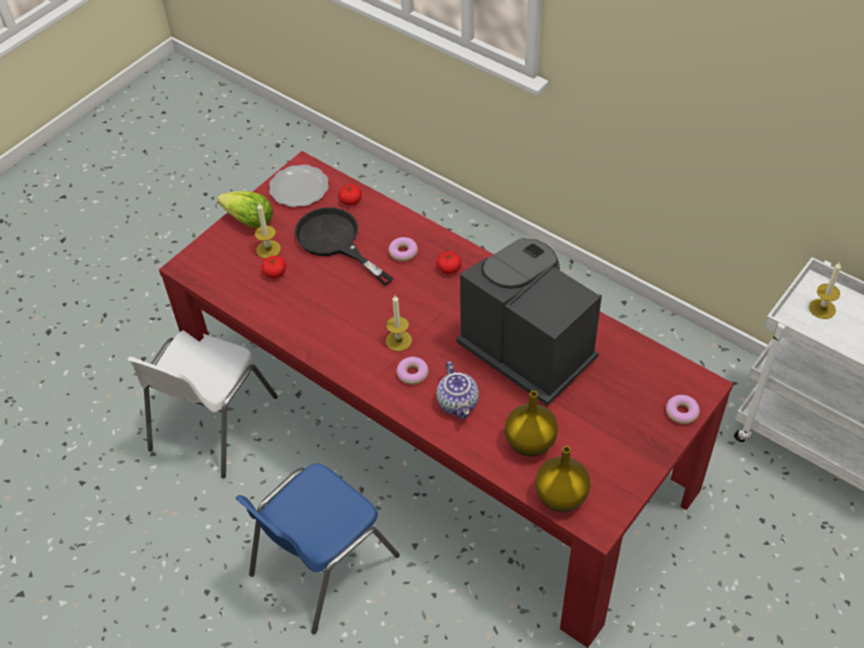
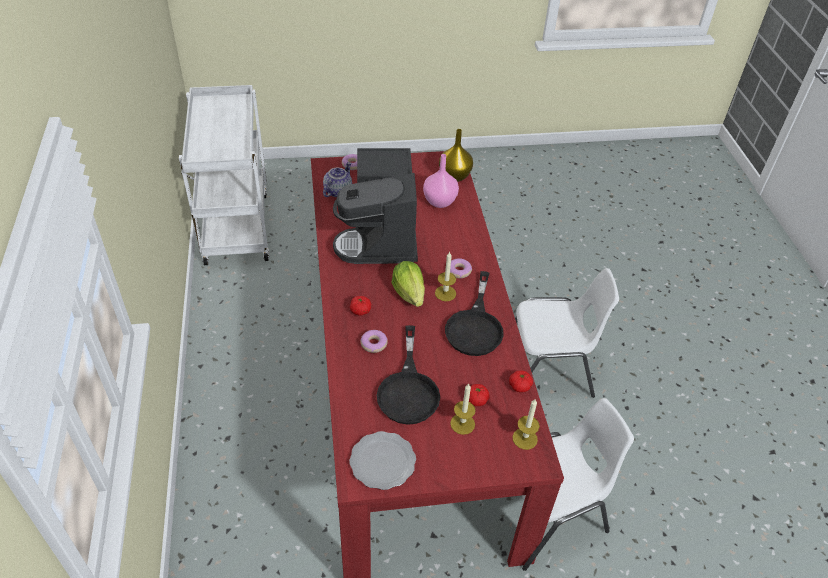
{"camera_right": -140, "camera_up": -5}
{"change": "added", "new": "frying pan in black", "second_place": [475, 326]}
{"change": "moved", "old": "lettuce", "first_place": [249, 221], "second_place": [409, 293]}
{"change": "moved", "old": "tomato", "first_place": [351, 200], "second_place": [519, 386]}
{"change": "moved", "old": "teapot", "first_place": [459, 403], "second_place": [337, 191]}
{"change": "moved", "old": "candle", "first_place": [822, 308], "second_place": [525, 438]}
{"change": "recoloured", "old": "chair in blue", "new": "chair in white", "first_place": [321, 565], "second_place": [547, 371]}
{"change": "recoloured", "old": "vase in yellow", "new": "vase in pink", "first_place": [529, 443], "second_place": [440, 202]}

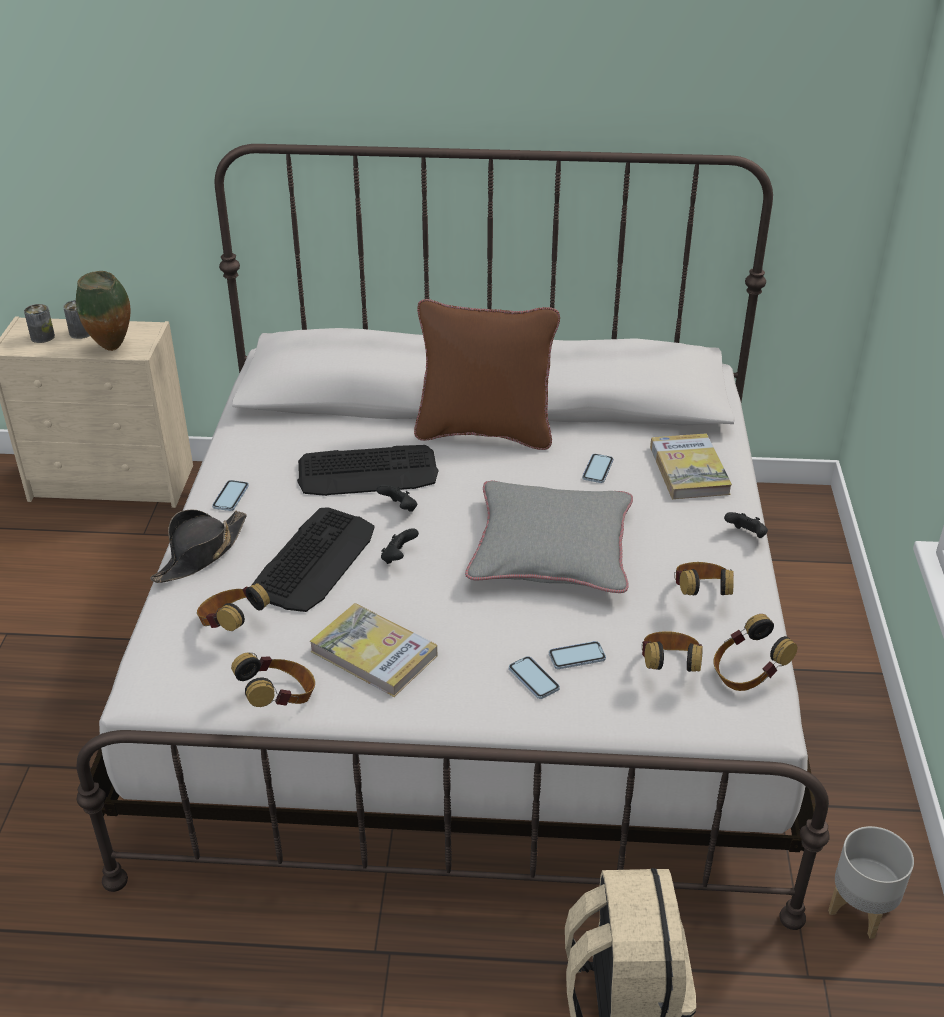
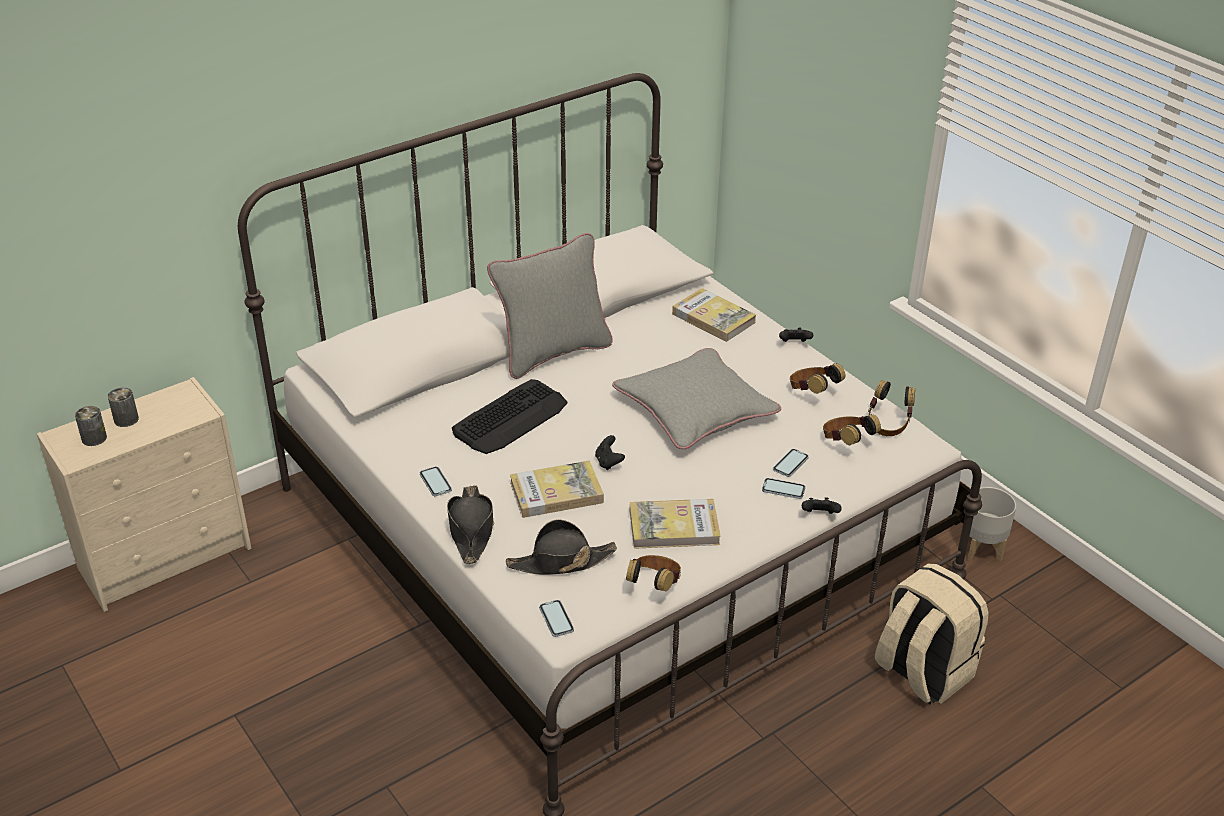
{"camera_right": -40, "camera_up": 0}
{"change": "removed", "old": "vase", "first_place": [112, 349]}
{"change": "moved", "old": "game controller in black", "first_place": [399, 508], "second_place": [819, 515]}
{"change": "moved", "old": "phone", "first_place": [597, 469], "second_place": [556, 619]}
{"change": "replaced", "old": "headphones", "new": "hat in black", "first_place": [232, 625], "second_place": [561, 561]}
{"change": "replaced", "old": "keyboard", "new": "book", "first_place": [315, 560], "second_place": [556, 493]}
{"change": "recoloured", "old": "pillow in brown", "new": "pillow in grey", "first_place": [484, 432], "second_place": [552, 352]}

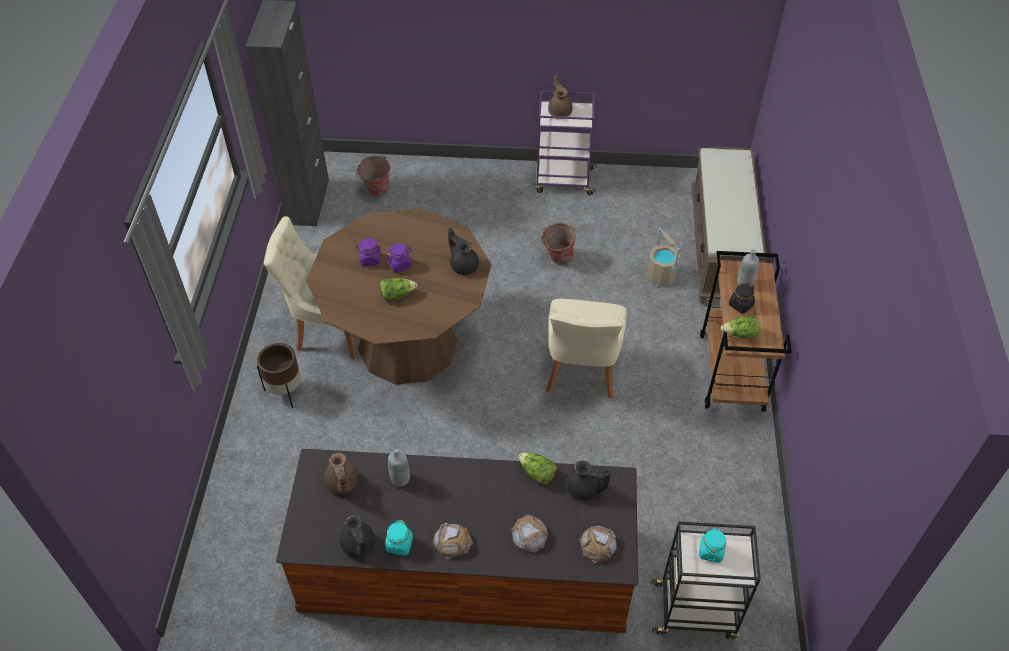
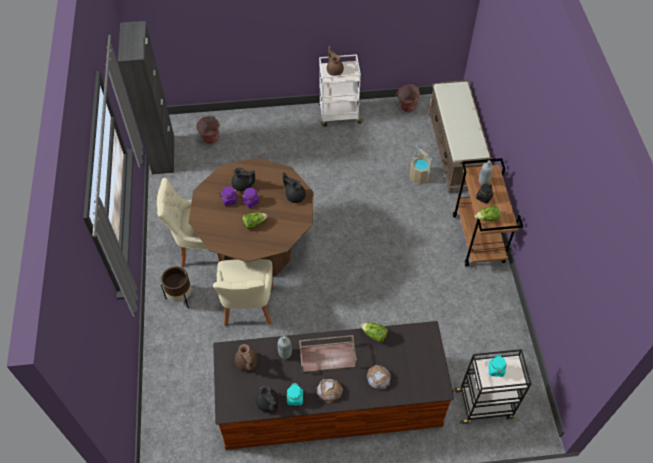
{"camera_right": -10, "camera_up": 5}
{"change": "removed", "old": "bread", "first_place": [598, 546]}
{"change": "added", "new": "tray in brown", "second_place": [328, 356]}
{"change": "moved", "old": "bucket", "first_place": [557, 259], "second_place": [406, 109]}
{"change": "moved", "old": "chair in beige", "first_place": [581, 373], "second_place": [248, 307]}
{"change": "moved", "old": "teapot in black", "first_place": [584, 489], "second_place": [243, 186]}
{"change": "recoloured", "old": "cart in purple", "new": "cart in white", "first_place": [563, 180], "second_place": [339, 115]}

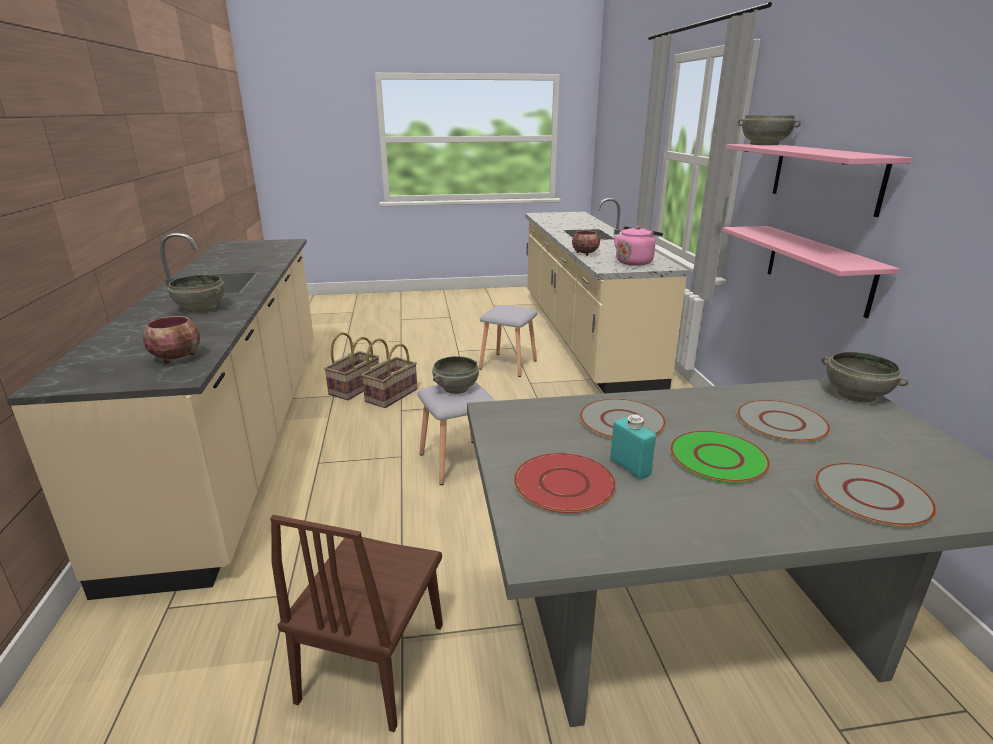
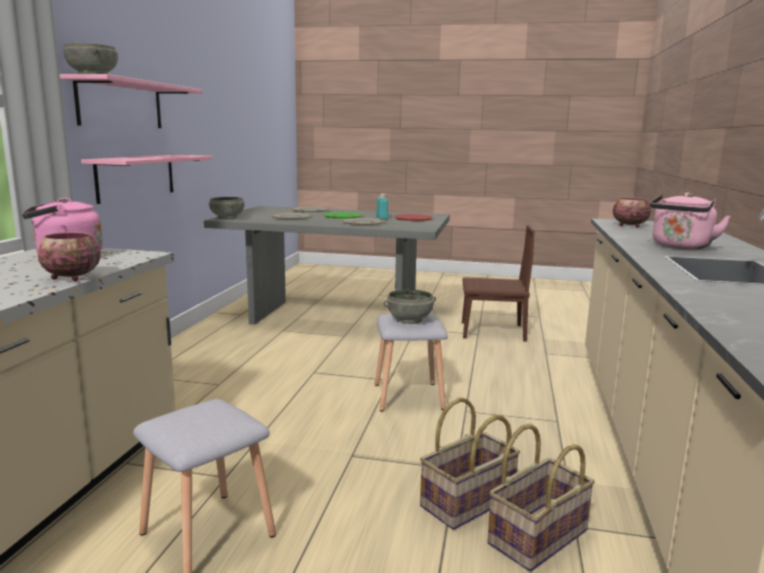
{"camera_right": -160, "camera_up": -10}
{"change": "replaced", "old": "bowl in grey", "new": "kettle in pink", "first_place": [202, 308], "second_place": [680, 247]}
{"change": "turned", "old": "chair in brown", "first_place": [373, 661], "second_place": [492, 331], "degrees": 60}

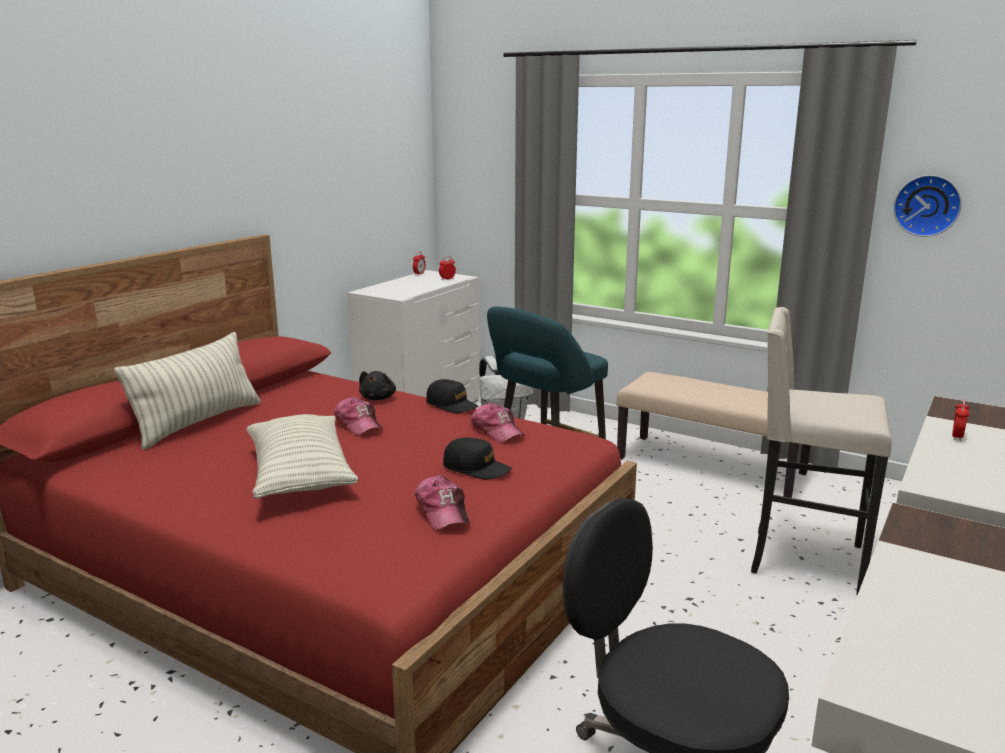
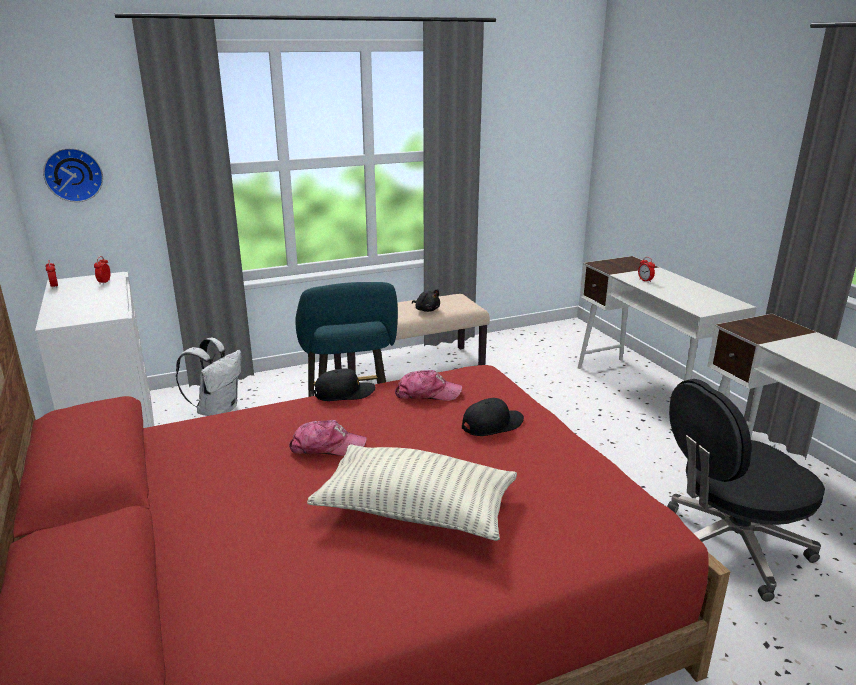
{"camera_right": -55, "camera_up": 5}
{"change": "removed", "old": "pillow", "first_place": [198, 423]}
{"change": "removed", "old": "cap", "first_place": [443, 511]}
{"change": "removed", "old": "stool in beige", "first_place": [803, 560]}
{"change": "moved", "old": "plush toy in black", "first_place": [378, 398], "second_place": [426, 310]}
{"change": "moved", "old": "wall clock", "first_place": [927, 205], "second_place": [73, 174]}

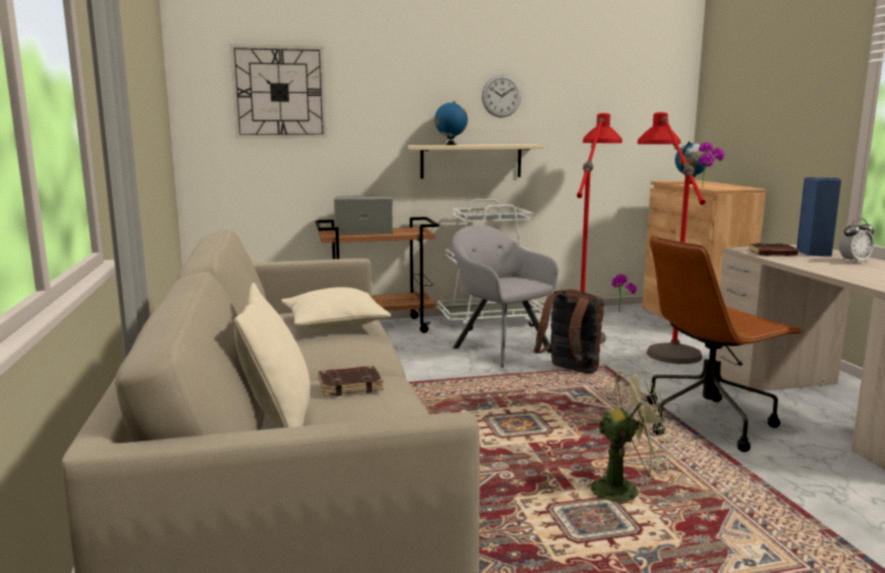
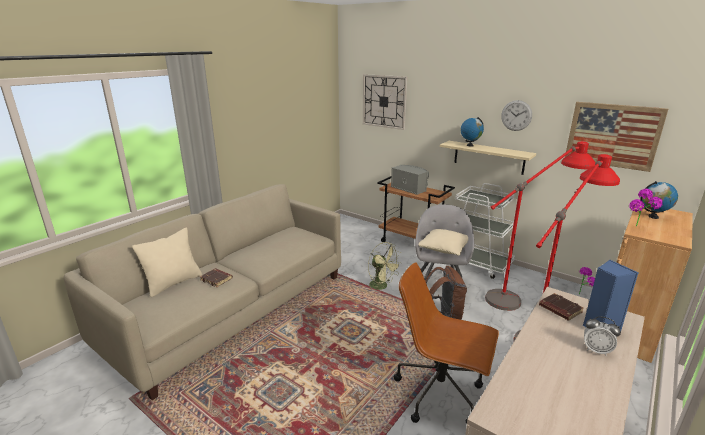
{"camera_right": 50, "camera_up": 10}
{"change": "added", "new": "picture", "second_place": [612, 135]}
{"change": "moved", "old": "pillow in beige", "first_place": [334, 324], "second_place": [444, 248]}
{"change": "moved", "old": "fan in green", "first_place": [624, 490], "second_place": [382, 286]}

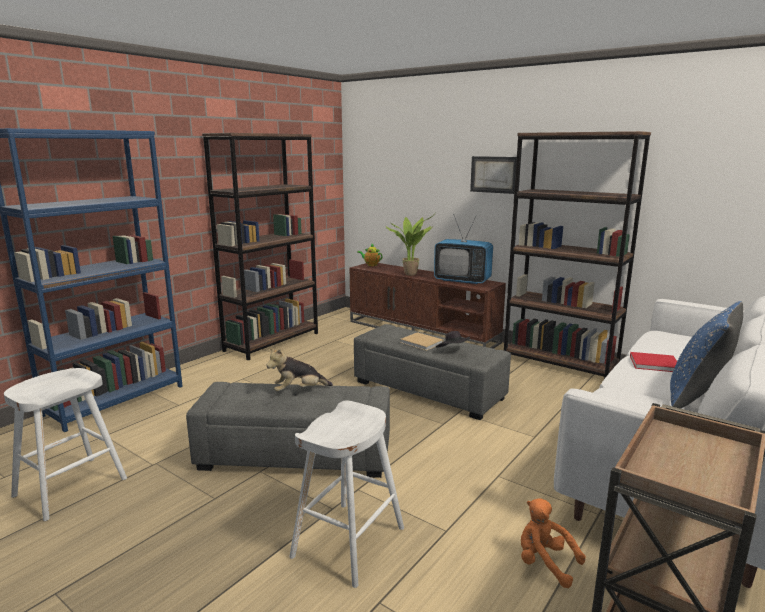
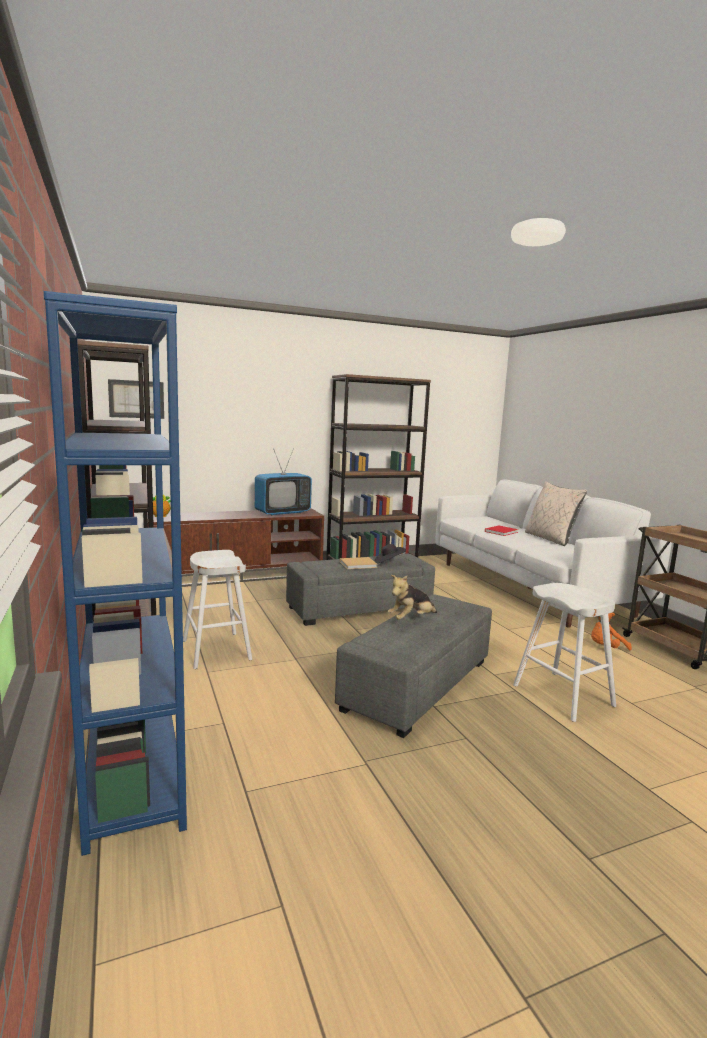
{"camera_right": -60, "camera_up": -5}
{"change": "removed", "old": "potted plant", "first_place": [411, 274]}
{"change": "moved", "old": "stool in white", "first_place": [70, 488], "second_place": [216, 650]}
{"change": "moved", "old": "picture", "first_place": [493, 174], "second_place": [136, 399]}
{"change": "recoloured", "old": "pillow in blue", "new": "pillow in beige", "first_place": [697, 396], "second_place": [550, 539]}
{"change": "turned", "old": "plush toy", "first_place": [298, 391], "second_place": [411, 619], "degrees": 45}

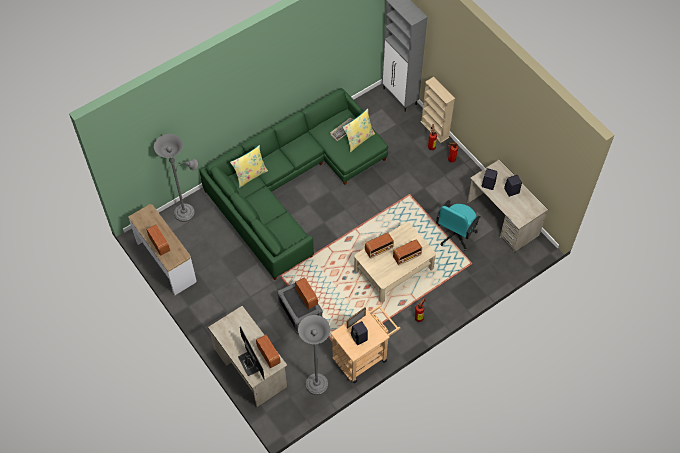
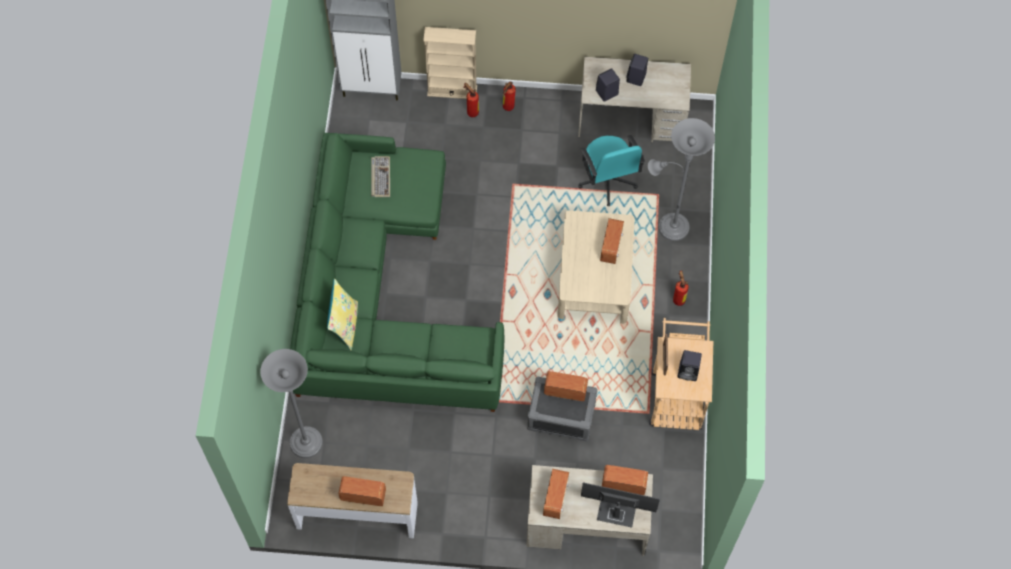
{"camera_right": -50, "camera_up": 5}
{"change": "removed", "old": "pillow in yellow", "first_place": [358, 139]}
{"change": "moved", "old": "floor lamp in grey", "first_place": [315, 381], "second_place": [669, 226]}
{"change": "moved", "old": "radio", "first_place": [379, 249], "second_place": [555, 498]}

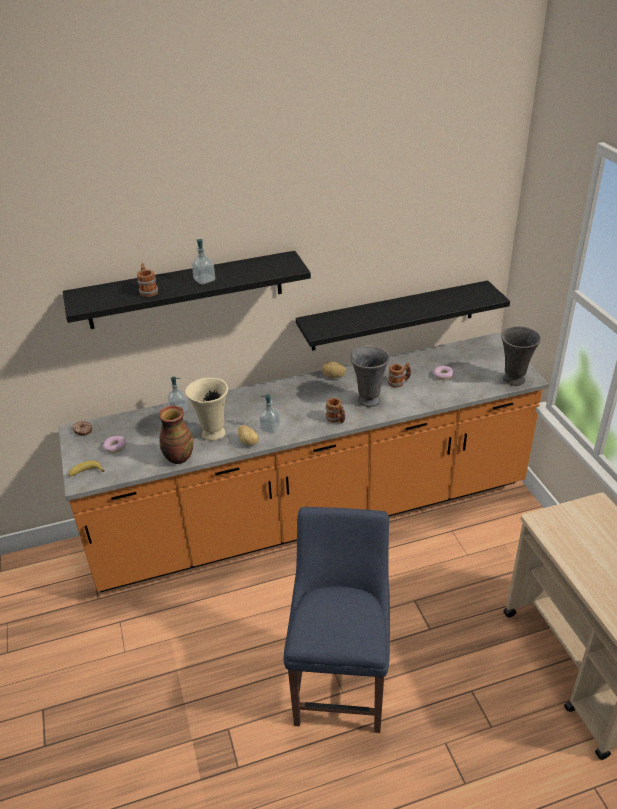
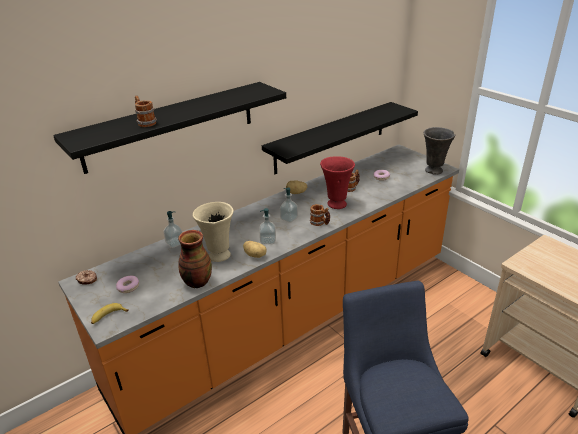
{"camera_right": -20, "camera_up": -5}
{"change": "moved", "old": "soap dispenser", "first_place": [204, 280], "second_place": [289, 218]}
{"change": "recoloured", "old": "vase in grey", "new": "vase in red", "first_place": [368, 400], "second_place": [336, 204]}

